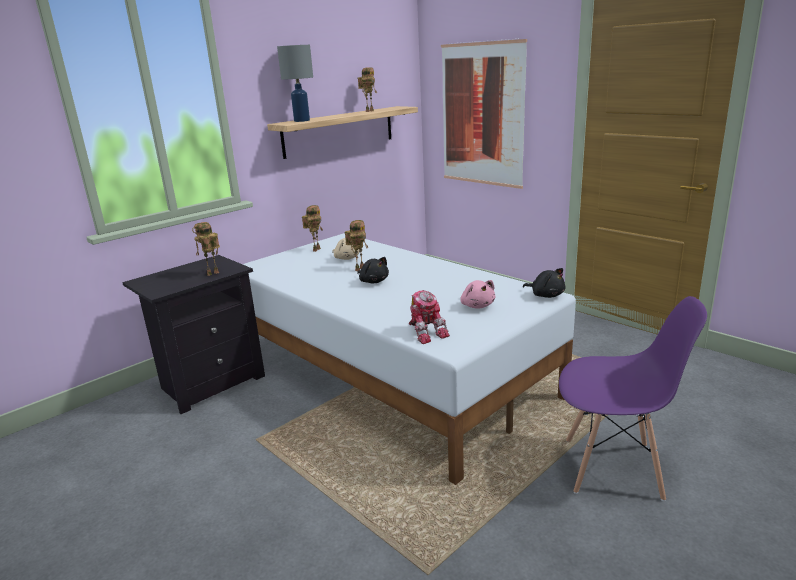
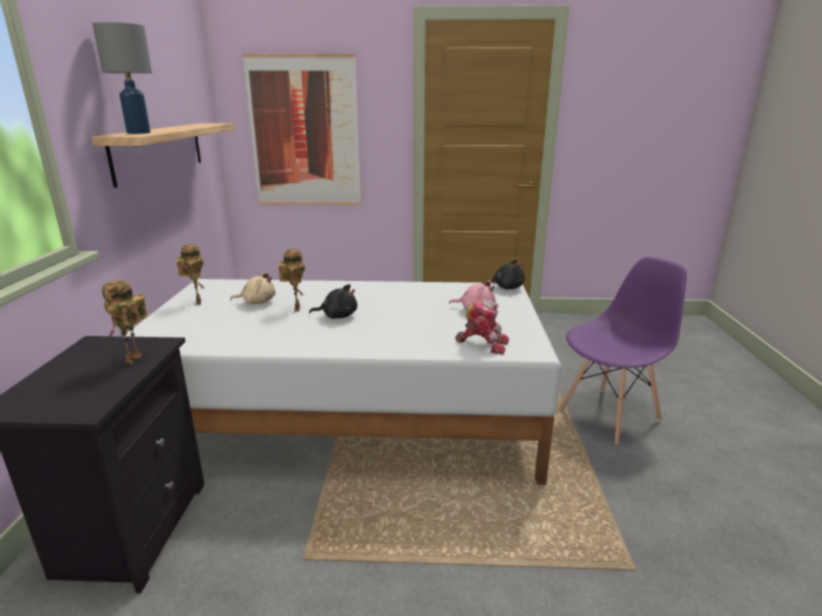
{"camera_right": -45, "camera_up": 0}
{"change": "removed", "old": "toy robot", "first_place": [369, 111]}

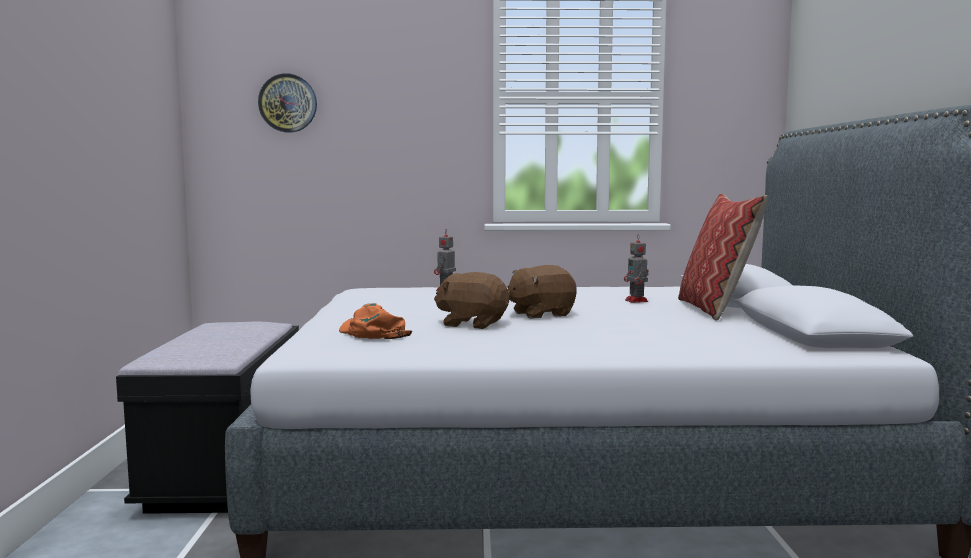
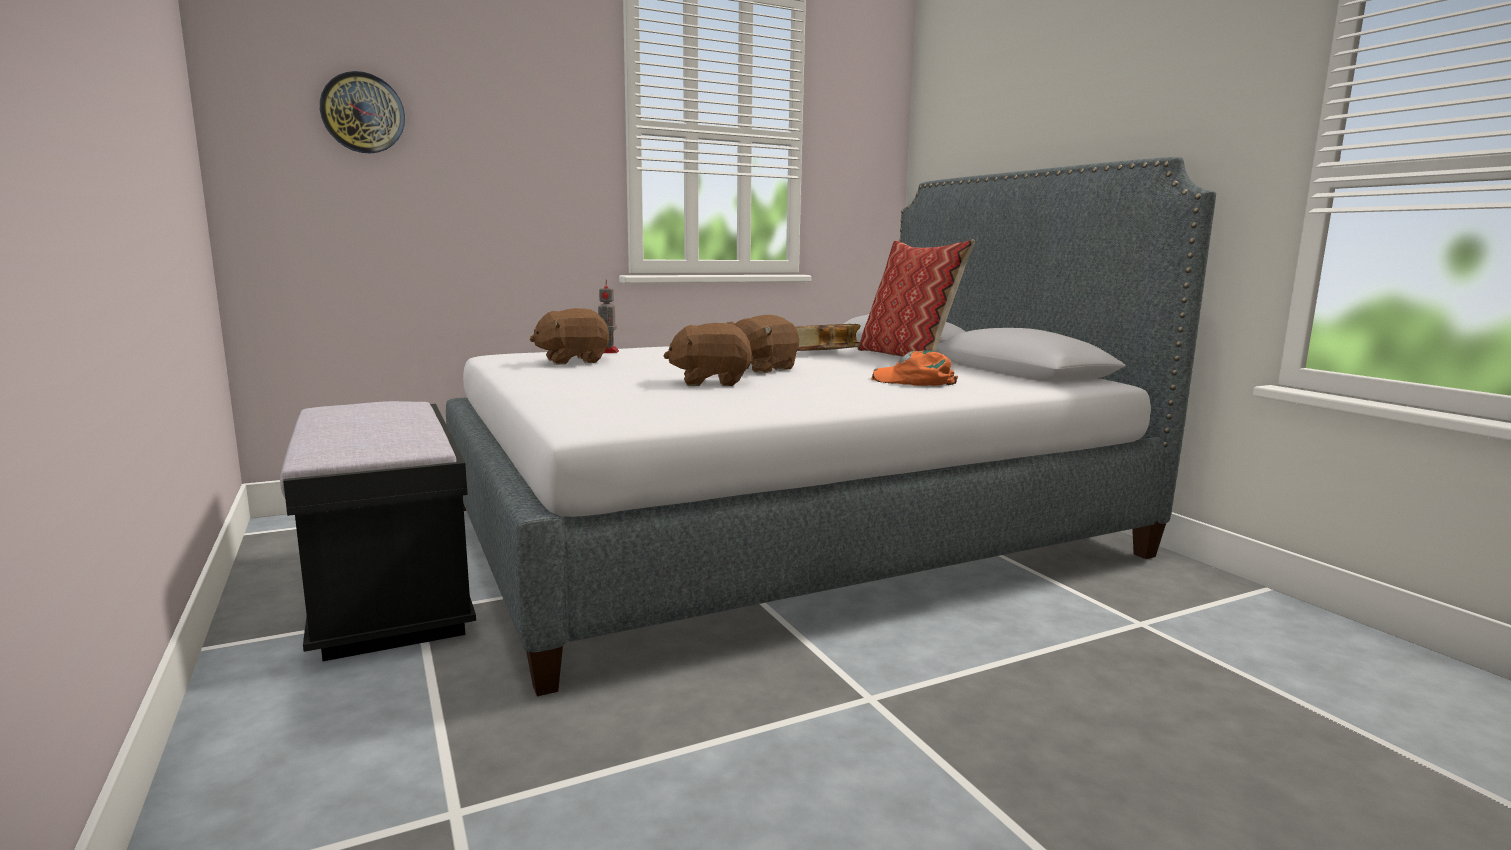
{"camera_right": -25, "camera_up": 5}
{"change": "added", "new": "plush toy in brown", "second_place": [573, 361]}
{"change": "moved", "old": "cap in orange", "first_place": [372, 333], "second_place": [914, 381]}
{"change": "replaced", "old": "toy robot", "new": "book", "first_place": [637, 301], "second_place": [823, 353]}

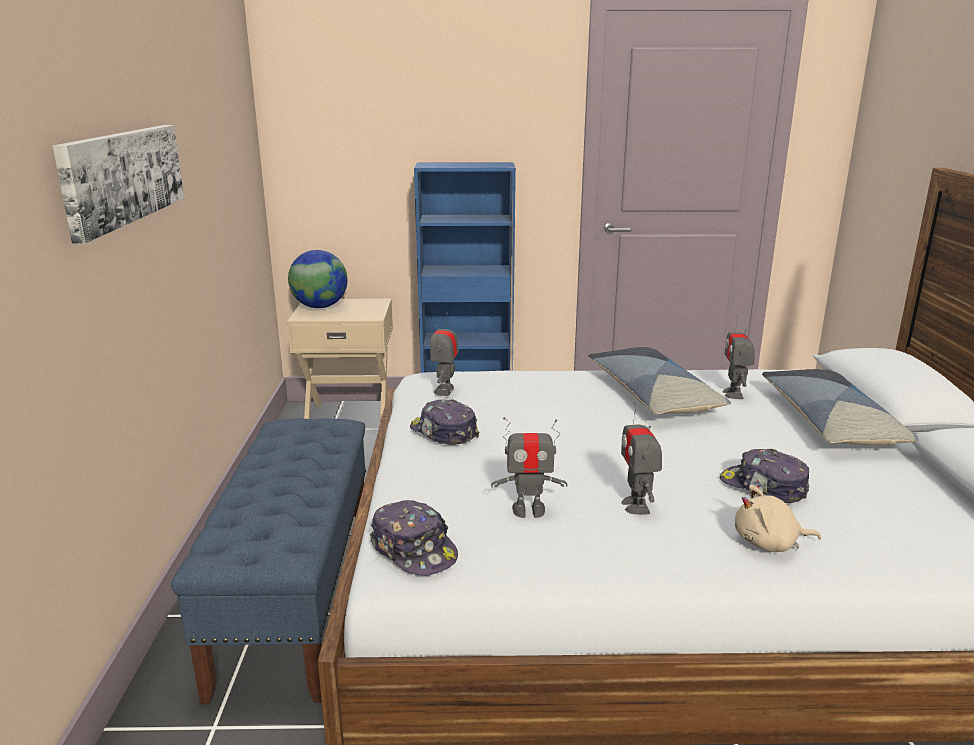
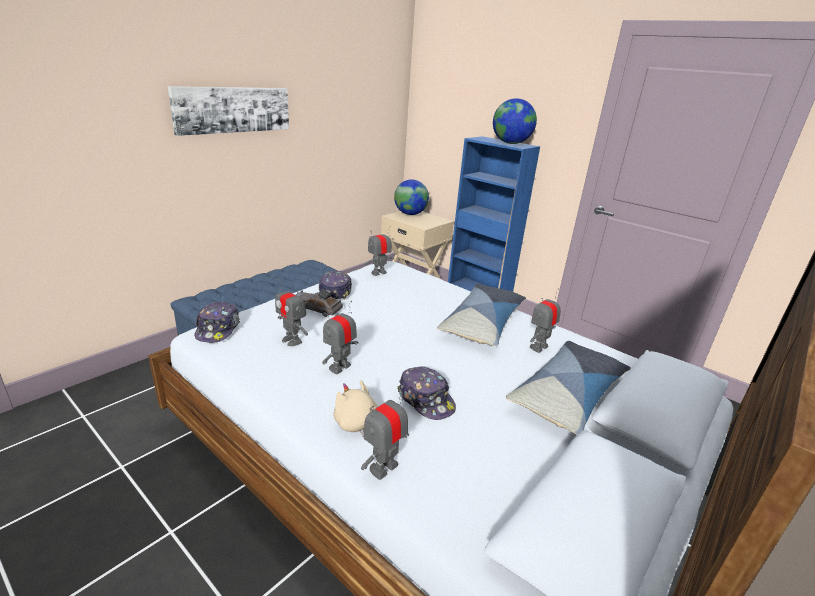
{"camera_right": 40, "camera_up": 5}
{"change": "added", "new": "toy car in grey", "second_place": [315, 308]}
{"change": "added", "new": "toy robot", "second_place": [383, 468]}
{"change": "added", "new": "globe", "second_place": [510, 143]}
{"change": "turned", "old": "cap", "first_place": [763, 487], "second_place": [426, 400], "degrees": 150}

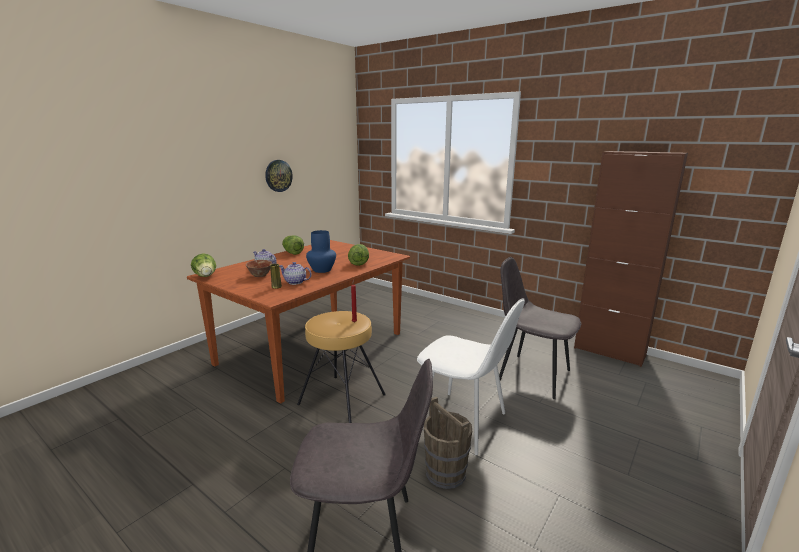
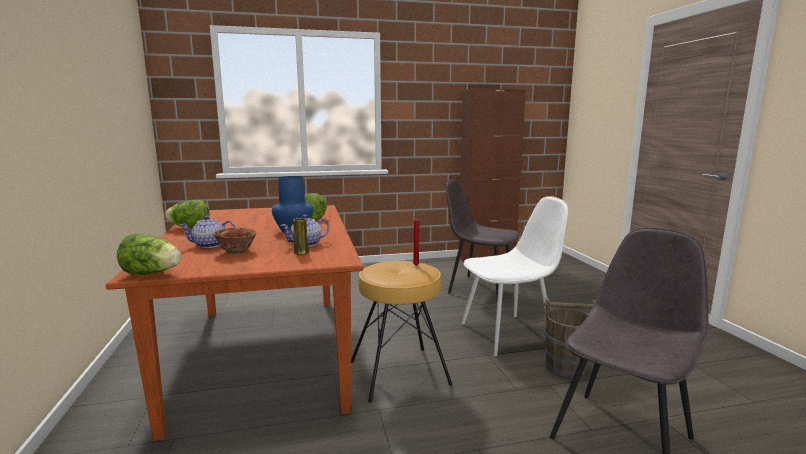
{"camera_right": -50, "camera_up": -5}
{"change": "removed", "old": "wall clock", "first_place": [278, 175]}
{"change": "turned", "old": "chair in grey", "first_place": [532, 375], "second_place": [480, 288], "degrees": 45}

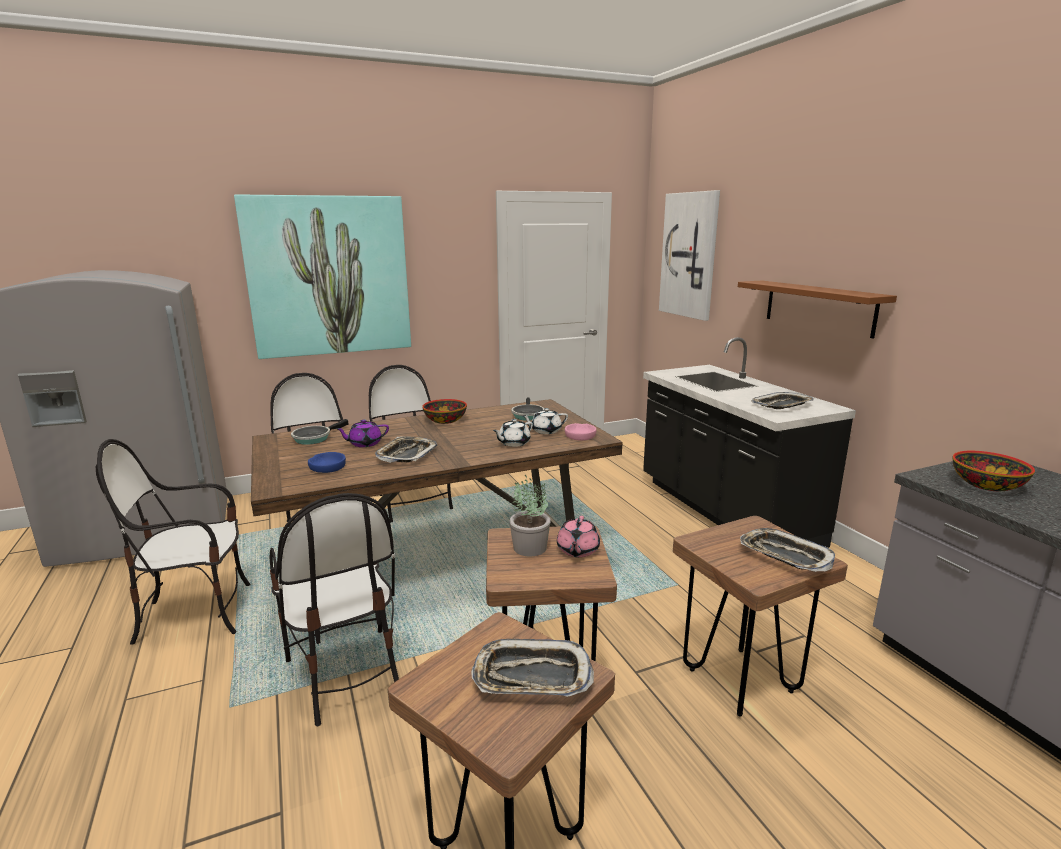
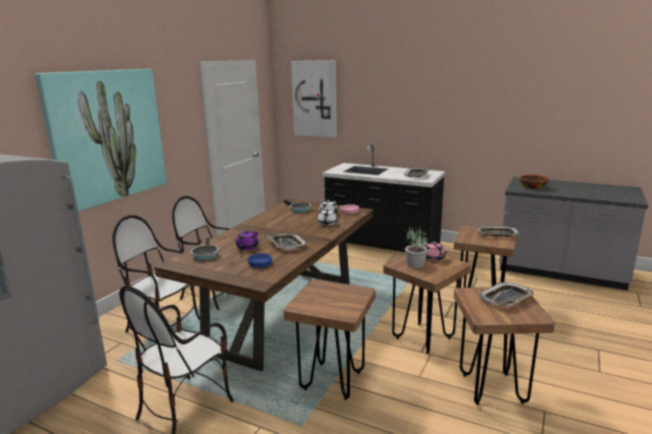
{"camera_right": -40, "camera_up": 0}
{"change": "removed", "old": "bowl", "first_place": [445, 420]}
{"change": "removed", "old": "shelf in brown", "first_place": [818, 307]}
{"change": "replaced", "old": "chair", "new": "stool in brown", "first_place": [345, 674], "second_place": [332, 381]}

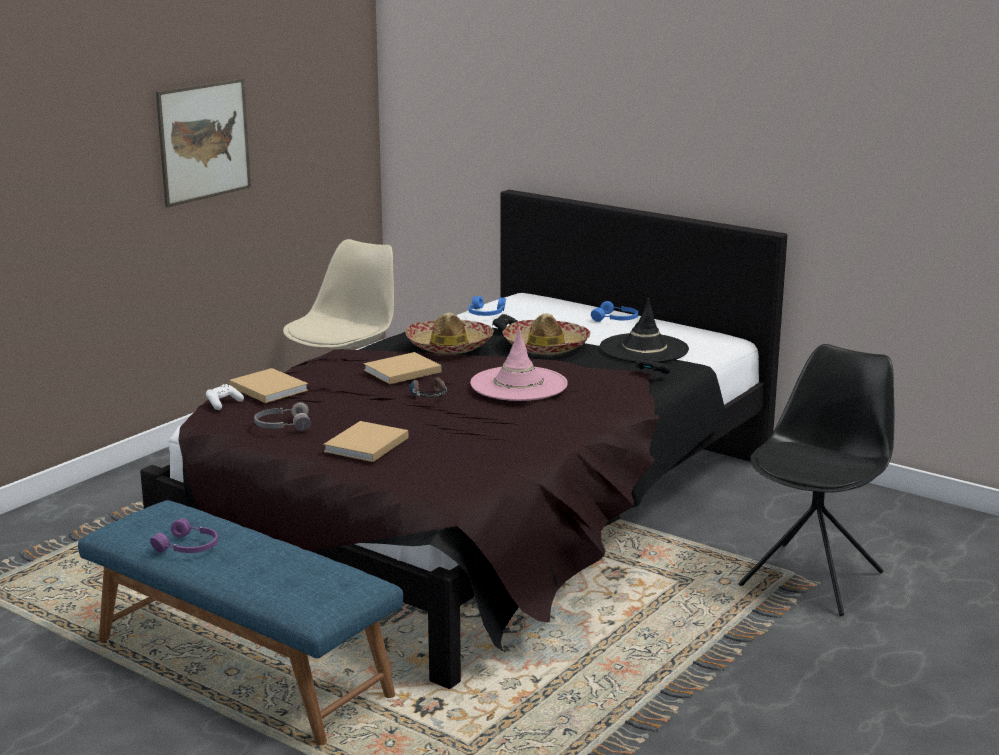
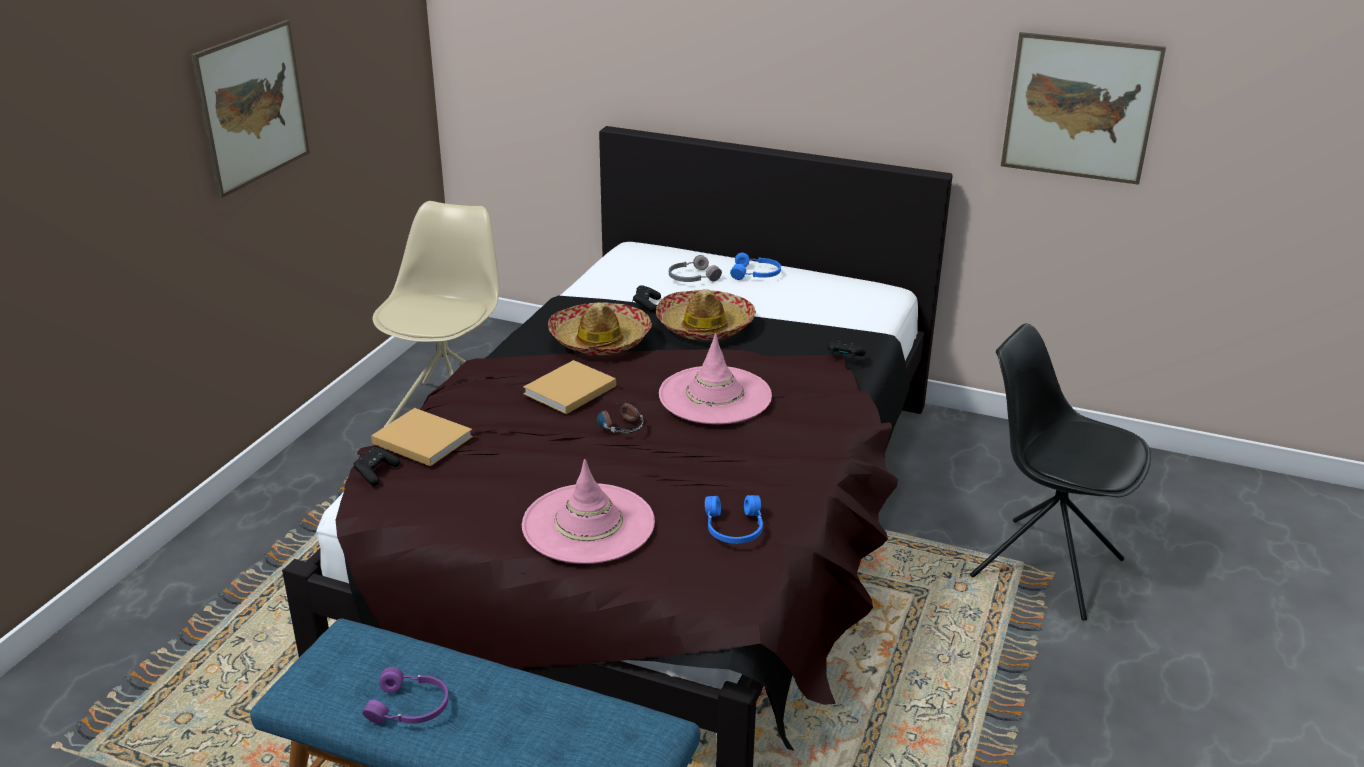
{"camera_right": -15, "camera_up": 10}
{"change": "removed", "old": "hat in black", "first_place": [644, 349]}
{"change": "added", "new": "picture", "second_place": [1080, 108]}
{"change": "moved", "old": "headphones in grey", "first_place": [282, 425], "second_place": [692, 278]}
{"change": "moved", "old": "headphones in blue", "first_place": [486, 314], "second_place": [733, 529]}
{"change": "replaced", "old": "book in beige", "new": "hat in pink", "first_place": [365, 445], "second_place": [588, 524]}
{"change": "recoloured", "old": "game controller in white", "new": "game controller in black", "first_place": [223, 403], "second_place": [376, 473]}
{"change": "turned", "old": "chair in black", "first_place": [813, 578], "second_place": [1044, 567], "degrees": -75}

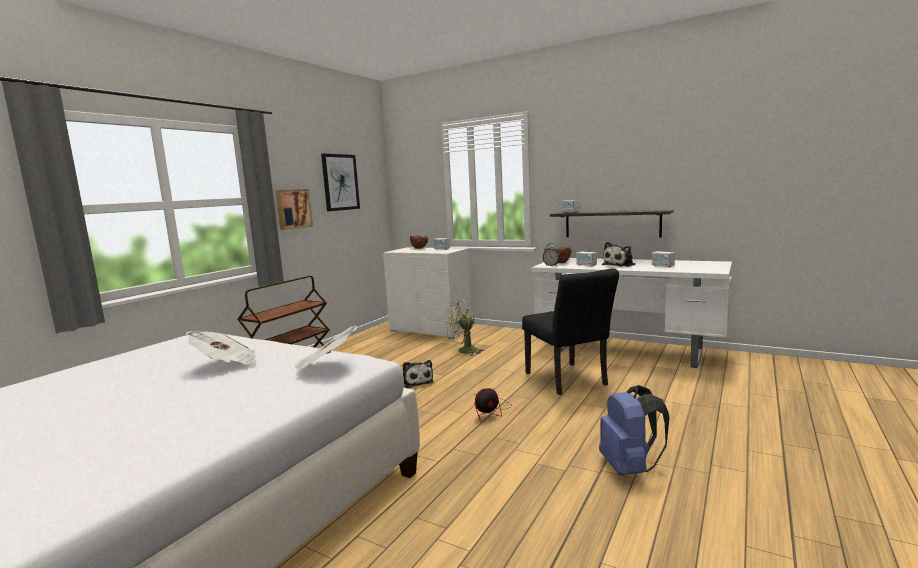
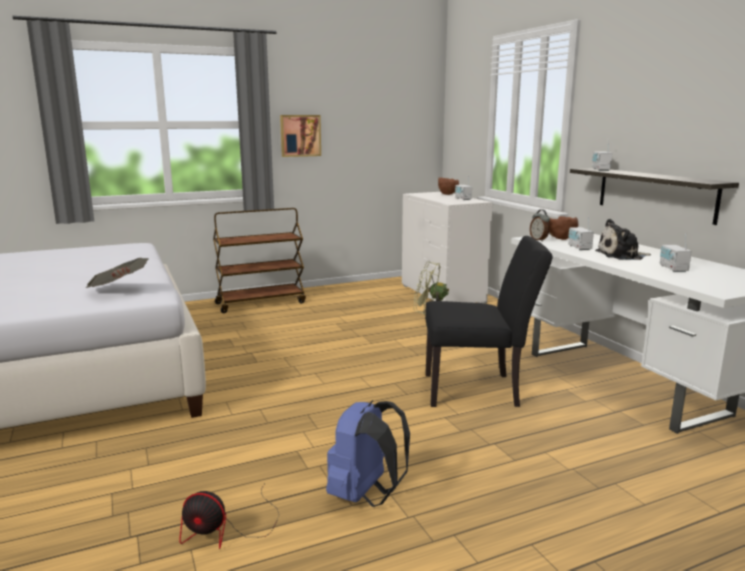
{"camera_right": 35, "camera_up": 5}
{"change": "removed", "old": "newspaper", "first_place": [226, 364]}
{"change": "removed", "old": "picture", "first_place": [340, 182]}
{"change": "removed", "old": "plush toy", "first_place": [416, 382]}
{"change": "moved", "old": "fan", "first_place": [490, 411], "second_place": [227, 529]}
{"change": "turned", "old": "chair in black", "first_place": [569, 381], "second_place": [479, 390], "degrees": -105}

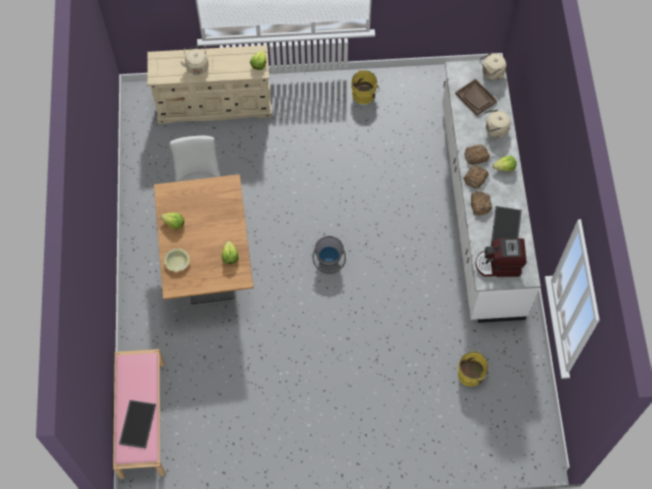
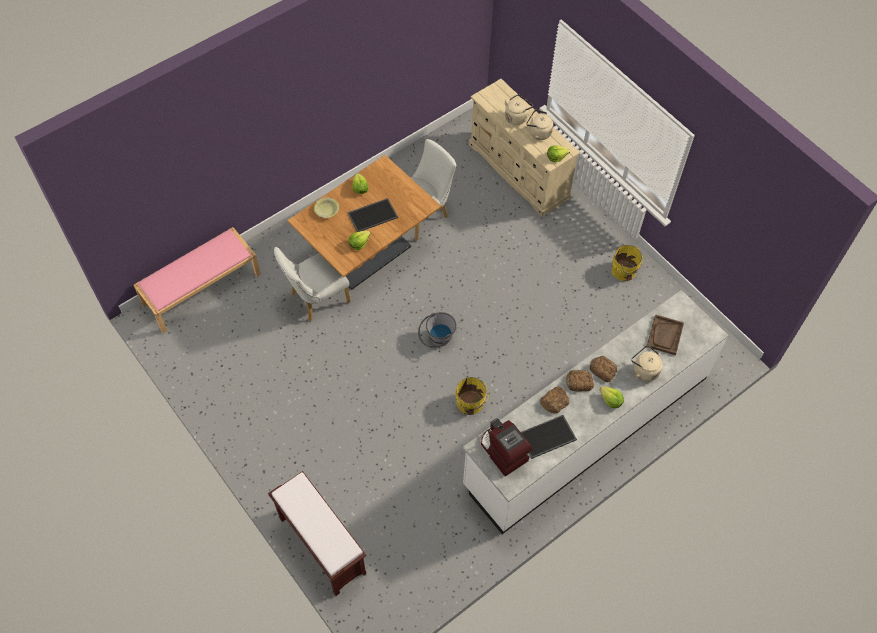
{"camera_right": 55, "camera_up": -5}
{"change": "added", "new": "bench in brown", "second_place": [321, 545]}
{"change": "added", "new": "chair in white", "second_place": [316, 299]}
{"change": "moved", "old": "tray", "first_place": [137, 423], "second_place": [373, 214]}
{"change": "moved", "old": "bucket in yellow", "first_place": [472, 374], "second_place": [470, 403]}
{"change": "moved", "old": "kettle in beige", "first_place": [491, 73], "second_place": [538, 133]}

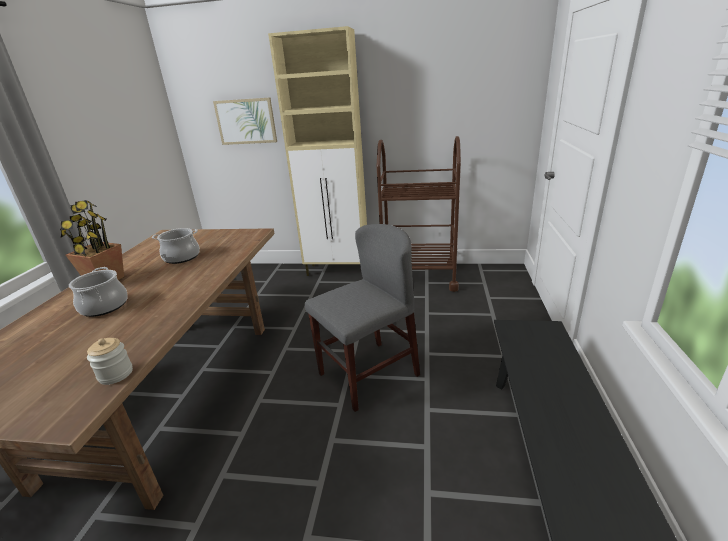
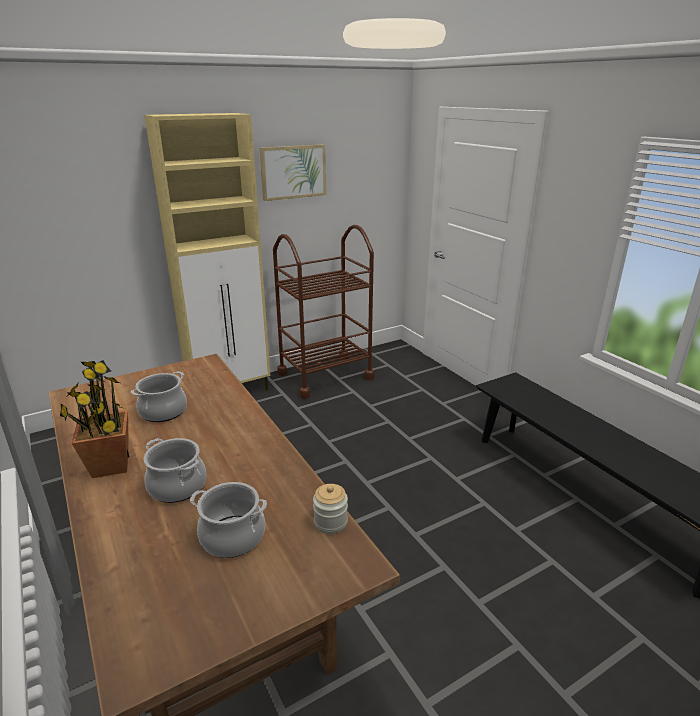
{"camera_right": -40, "camera_up": 0}
{"change": "removed", "old": "chair in grey", "first_place": [368, 374]}
{"change": "added", "new": "cooking pot", "second_place": [233, 536]}
{"change": "moved", "old": "picture", "first_place": [246, 121], "second_place": [293, 172]}

